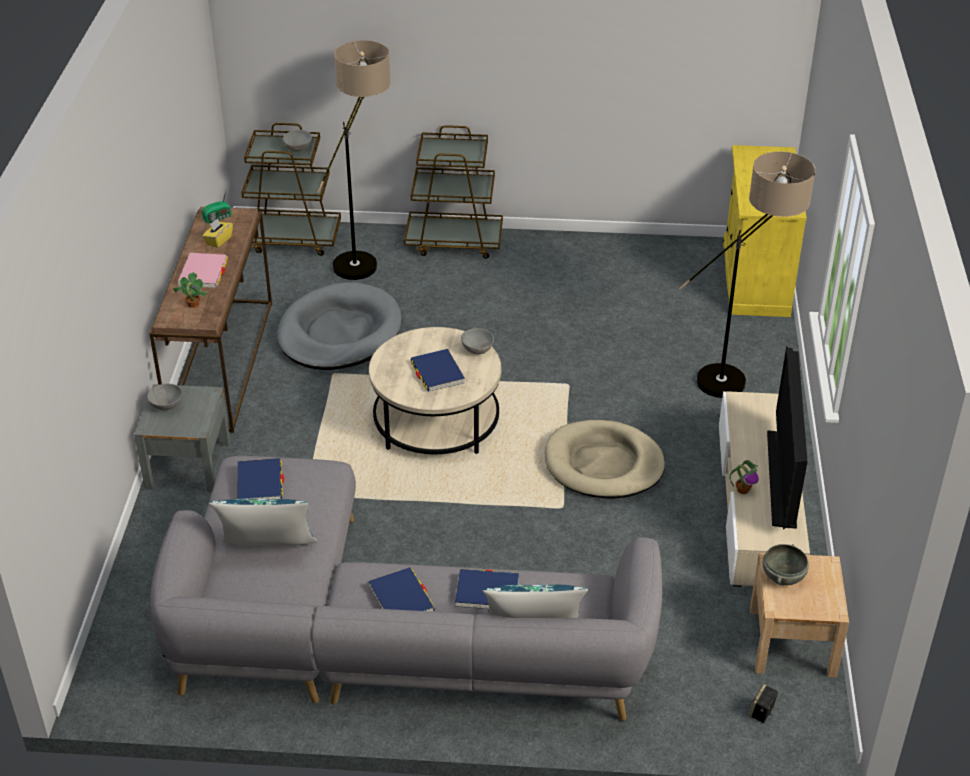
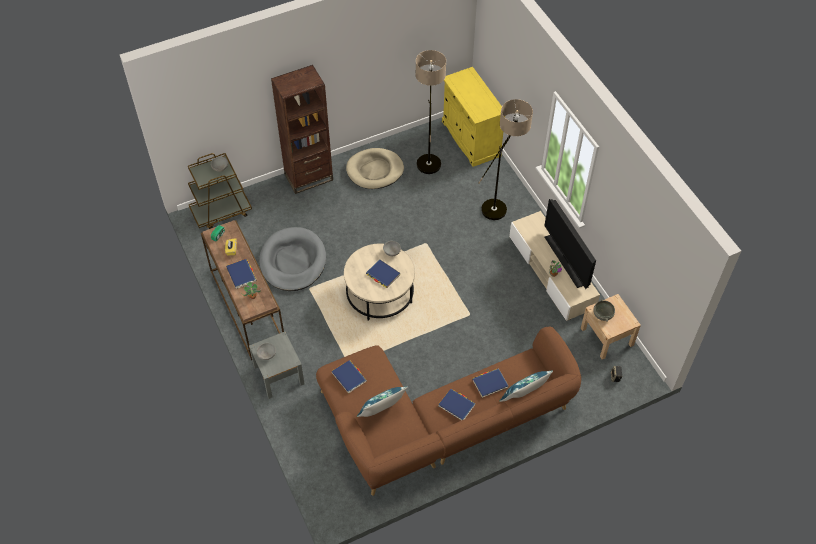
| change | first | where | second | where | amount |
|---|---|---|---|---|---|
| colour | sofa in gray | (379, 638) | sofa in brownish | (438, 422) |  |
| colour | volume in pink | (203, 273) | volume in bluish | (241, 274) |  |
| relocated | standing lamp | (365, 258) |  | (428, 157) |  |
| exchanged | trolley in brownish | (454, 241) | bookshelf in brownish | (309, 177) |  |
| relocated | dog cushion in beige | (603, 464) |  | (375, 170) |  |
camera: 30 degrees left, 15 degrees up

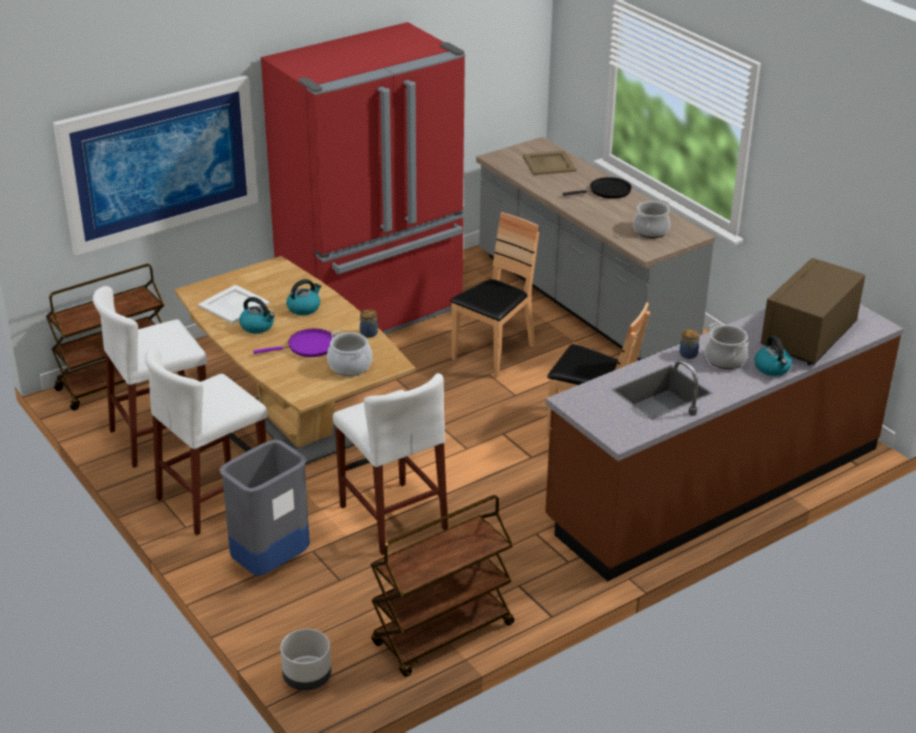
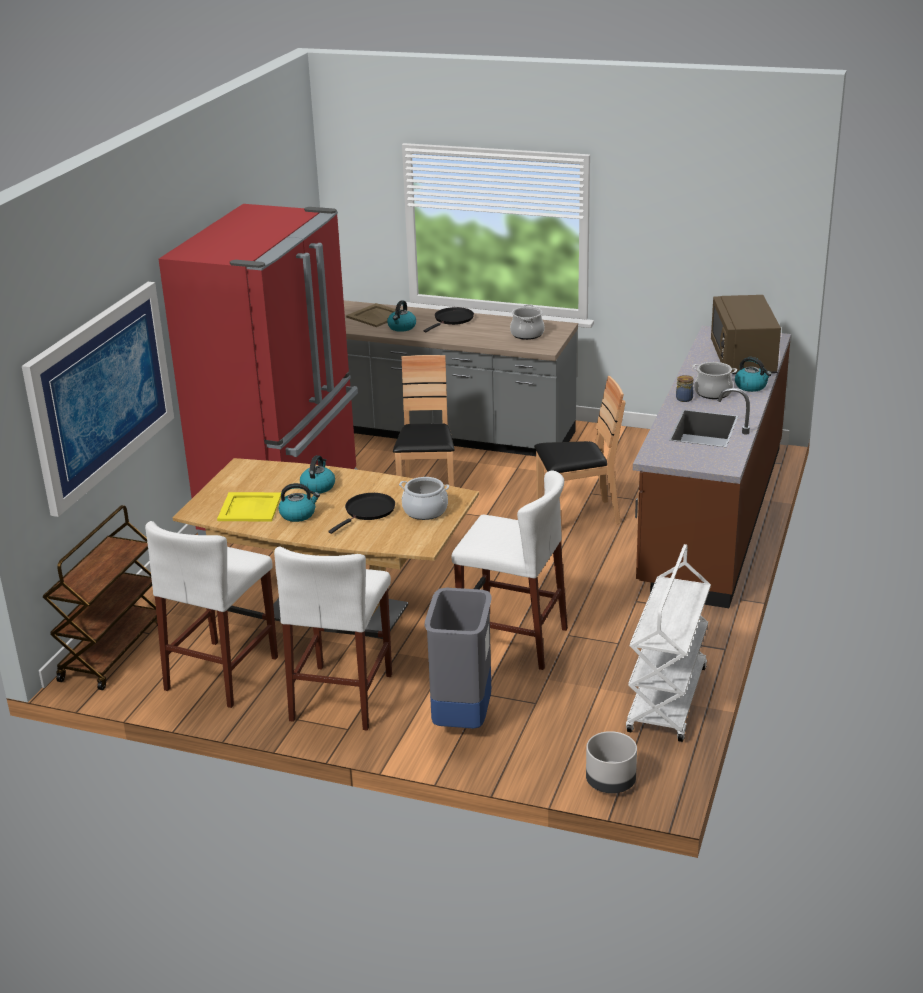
| change | first | where | second | where | amount |
|---|---|---|---|---|---|
| colour | tray in white-coloured | (233, 305) | tray in yellow | (249, 508) |  |
| colour | skillet in purple | (308, 347) | skillet in blackish | (368, 511) |  |
| missing | jar | (369, 334) |  |  |  |
| colour | trolley in brownish | (443, 635) | trolley in white-coloured | (668, 700) |  |
| appeared |  |  | water kettle | (402, 327) |  |
camera: 35 degrees left, 5 degrees down

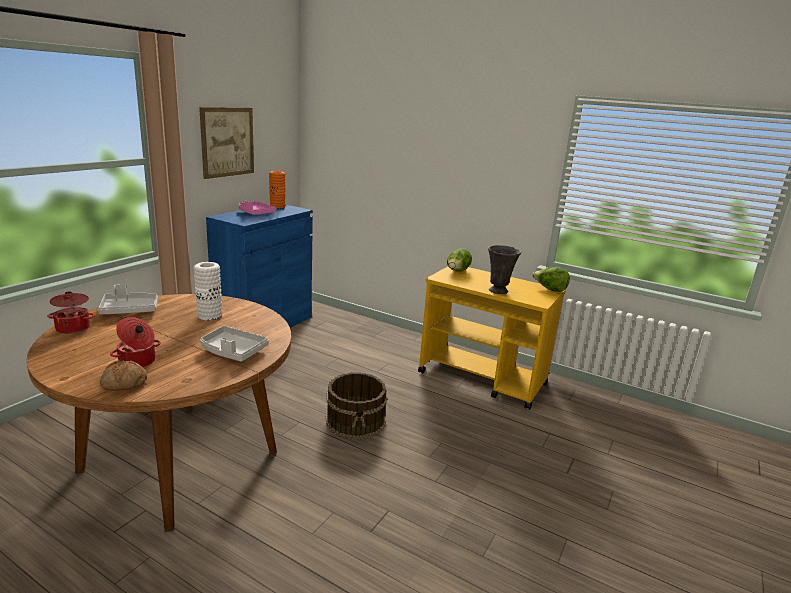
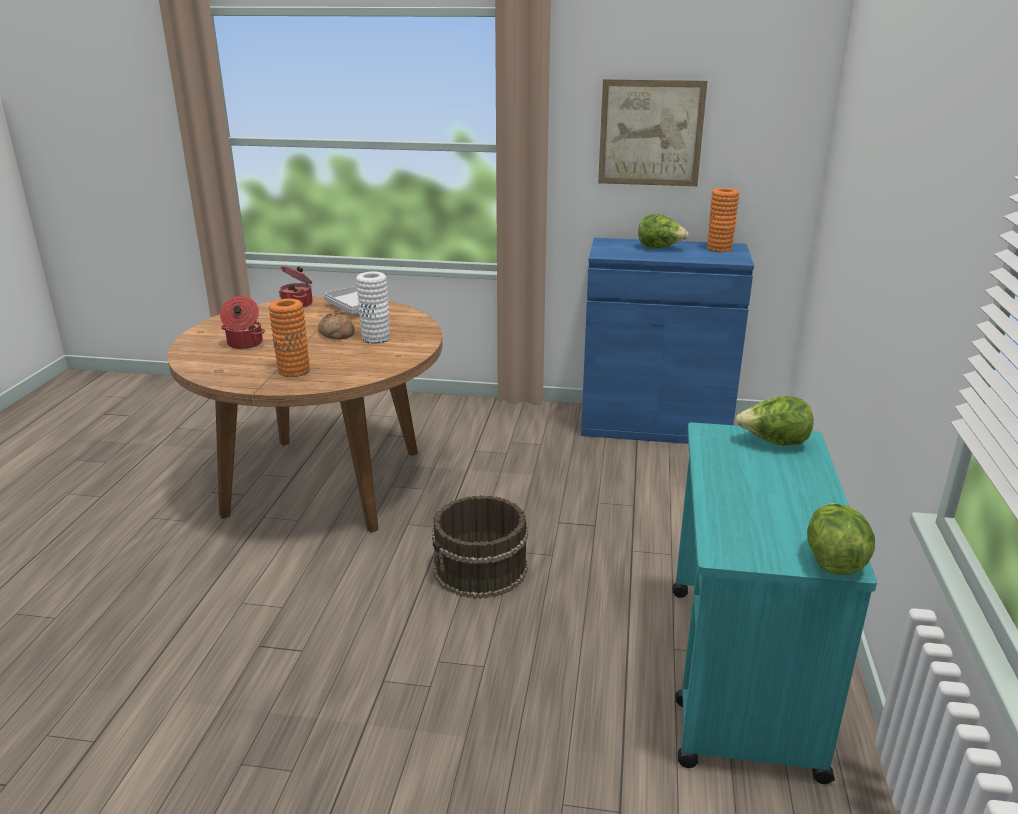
| change | first | where | second | where | amount |
|---|---|---|---|---|---|
| relocated | baked bread | (124, 383) |  | (336, 334) |  |
| exchanged | tray in gray | (233, 351) | flower vase in orangey | (293, 371) |  |
| exchanged | tray in pink | (255, 213) | lettuce | (660, 248) |  |
| colour | trolley in yellow | (483, 379) | trolley in turquoise | (740, 677) |  |
| missing | flower vase in gray | (498, 291) |  |  |  |
camera: 70 degrees right, 5 degrees up

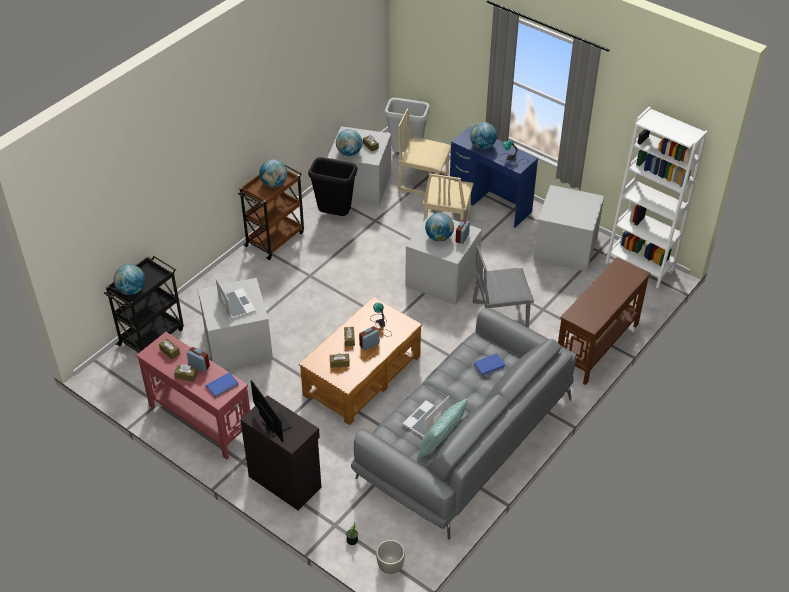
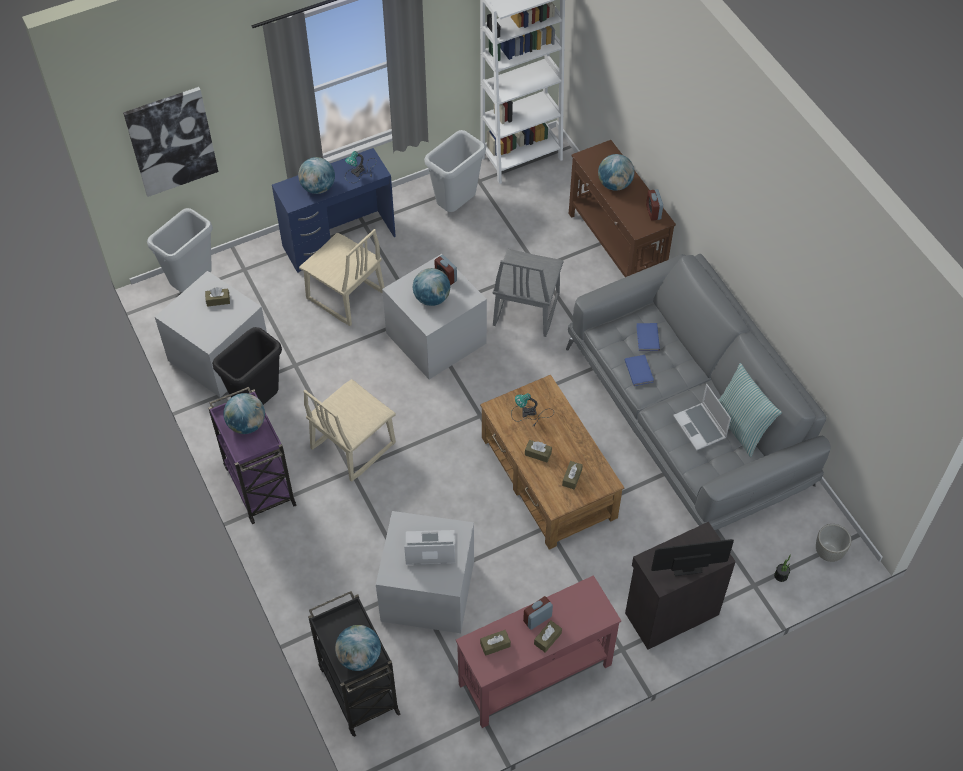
| change | first | where | second | where | amount |
|---|---|---|---|---|---|
| relocated | volume in bluish | (223, 386) |  | (639, 370) |  |
| colour | trolley in brownish | (275, 238) | trolley in purple | (259, 484) |  |
| relocated | world globe | (349, 153) |  | (614, 184) |  |
| relocated | alarm clock | (369, 344) |  | (653, 212) |  |
| relocated | plain chair in beige | (423, 181) |  | (352, 445) |  |
| exchanged | storage container in gray | (566, 247) | rubbish bin in gray | (456, 205) |  |
| appeared |  |  | picture | (171, 141) |  |
camera: 65 degrees left, 10 degrees up

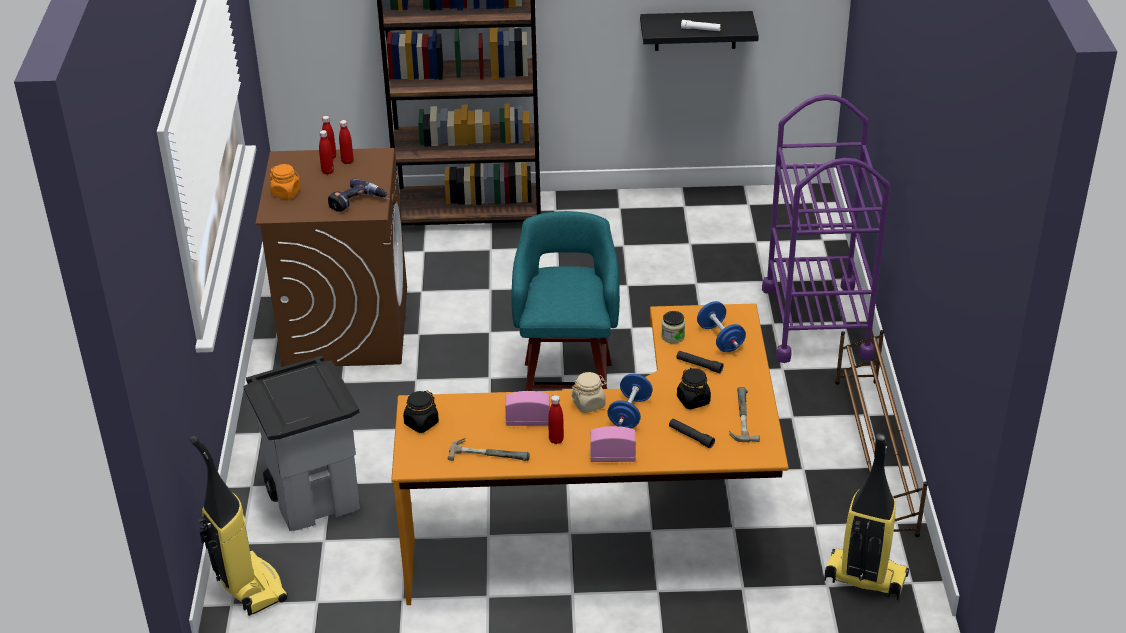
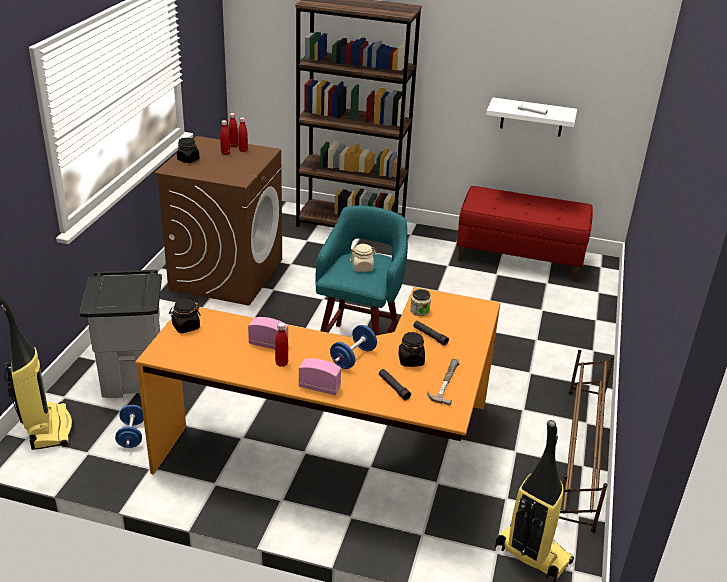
| change | first | where | second | where | amount |
|---|---|---|---|---|---|
| colour | jar in orangey | (286, 193) | jar in blackish | (188, 160) |  |
| missing | electric drill | (357, 203) |  |  |  |
| missing | hand hammer | (489, 452) |  |  |  |
| relocated | jar in beige | (589, 404) |  | (362, 267) |  |
| colour | wall shelf in blackish | (695, 30) | wall shelf in white-coloured | (532, 117) |  |
| relocated | free weight in bluish | (720, 339) |  | (131, 435) |  |
| missing | trolley in purple | (816, 322) |  |  |  |
| appeared |  |  | indoor bench in red-coloured | (519, 258) |  |
camera: 15 degrees right, 5 degrees down

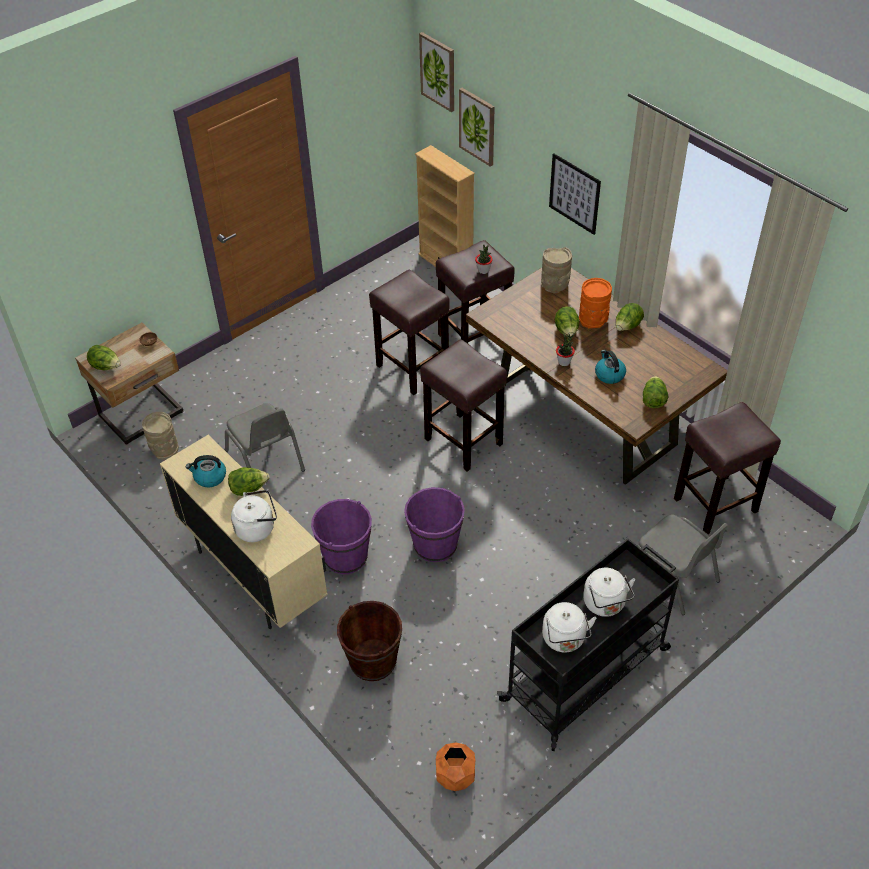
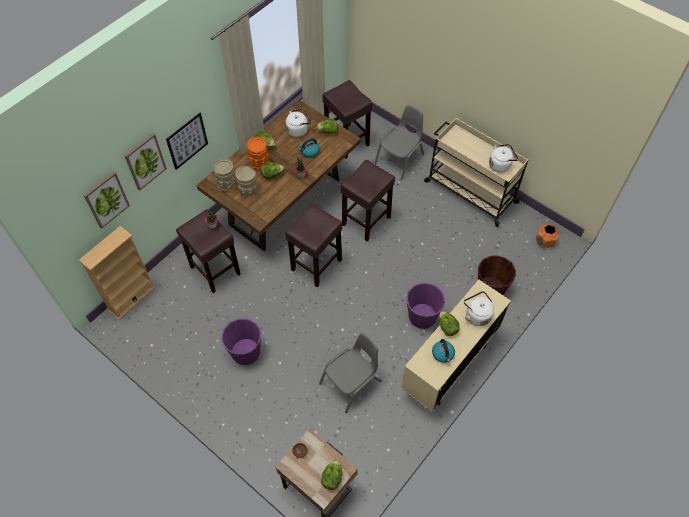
| change | first | where | second | where | amount |
|---|---|---|---|---|---|
| relocated | flower vase in beige | (164, 449) |  | (248, 191) |  |
| relocated | stool seat in brownish | (411, 368) |  | (366, 221) |  |
| relocated | pail in purple | (435, 545) |  | (245, 352) |  |
| relocated | picture | (438, 71) |  | (145, 161) |  |
| colour | trolley in blackish | (587, 673) | trolley in beige | (469, 191) |  |
| relocated | water kettle in white-coloured | (605, 604) |  | (298, 130) |  |
camera: 100 degrees left, 10 degrees up

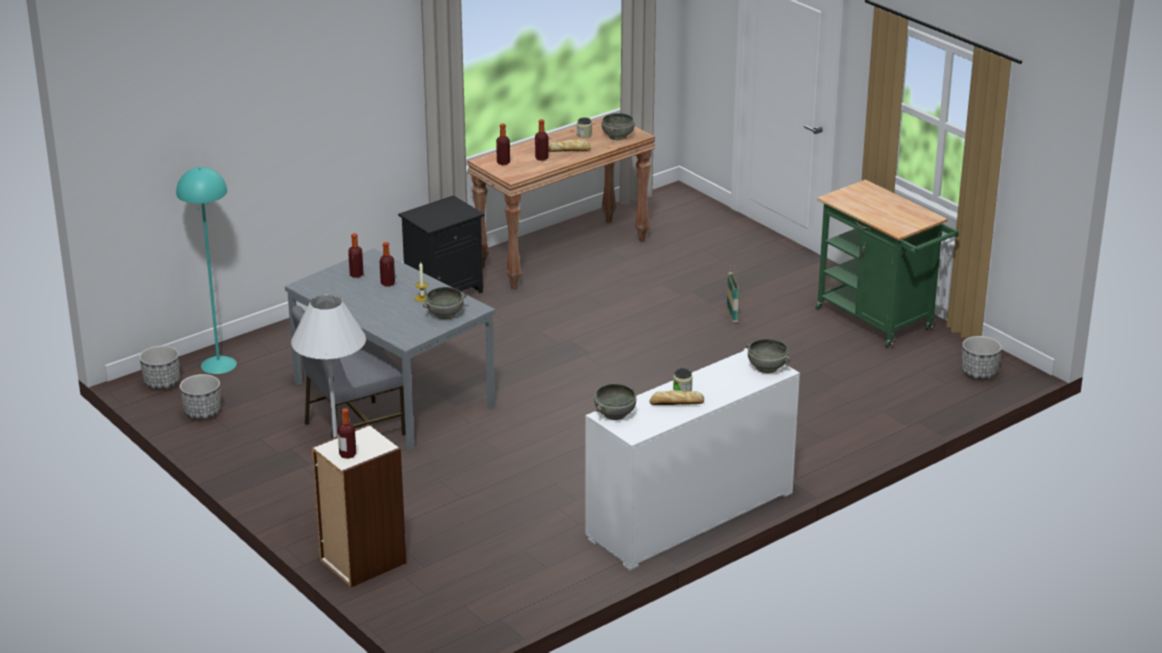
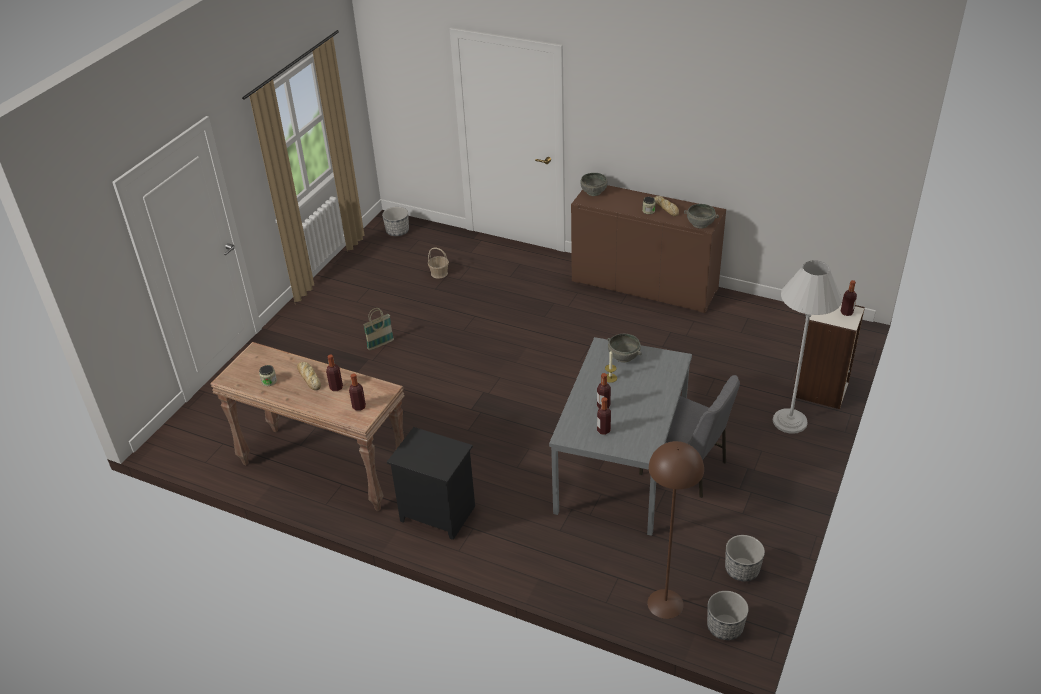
| change | first | where | second | where | amount |
|---|---|---|---|---|---|
| colour | standing lamp in turquoise | (219, 365) | standing lamp in brownish | (665, 603) |  |
| colour | cabinet in white-coloured | (690, 515) | cabinet in brownish | (644, 285) |  |
| missing | serving bowl in gray | (618, 136) |  |  |  |
| missing | trolley in greenish | (879, 322) |  |  |  |
| appeared |  |  | storage basket | (439, 273) |  |
camera: 115 degrees left, 10 degrees up

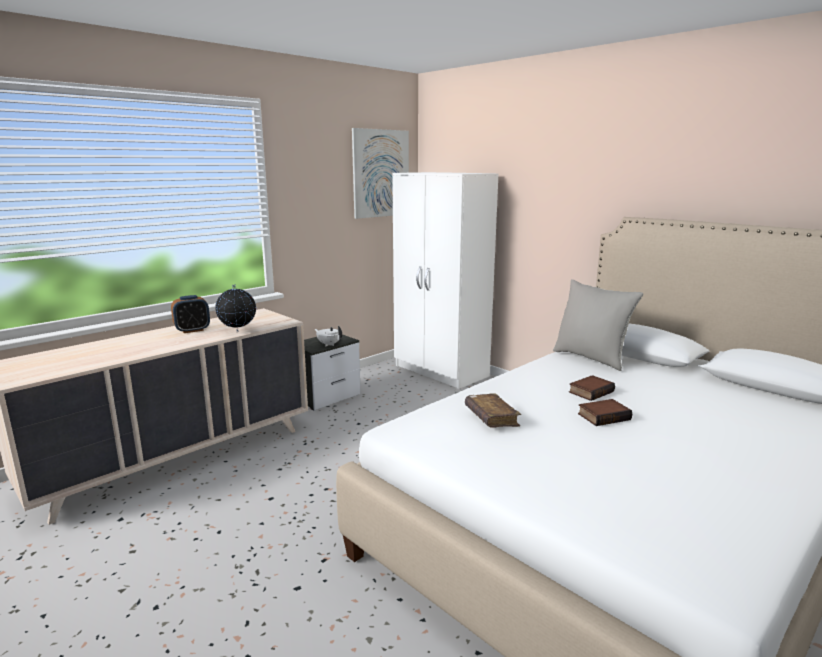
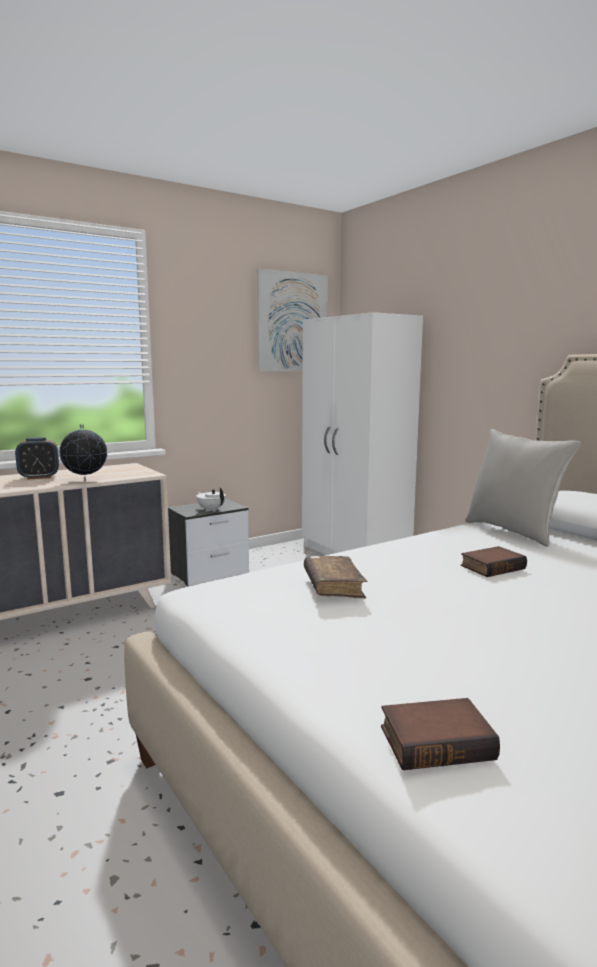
| change | first | where | second | where | amount |
|---|---|---|---|---|---|
| relocated | volume | (603, 416) |  | (437, 740) |  |
camera: 10 degrees right, 5 degrees down

